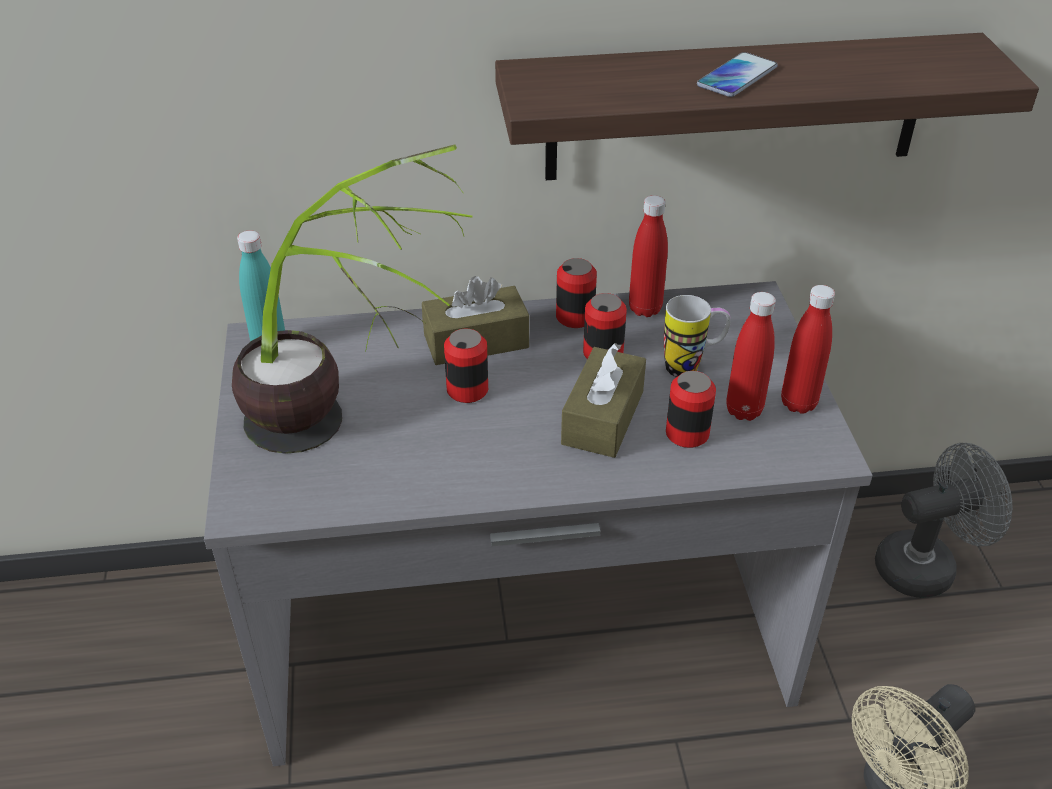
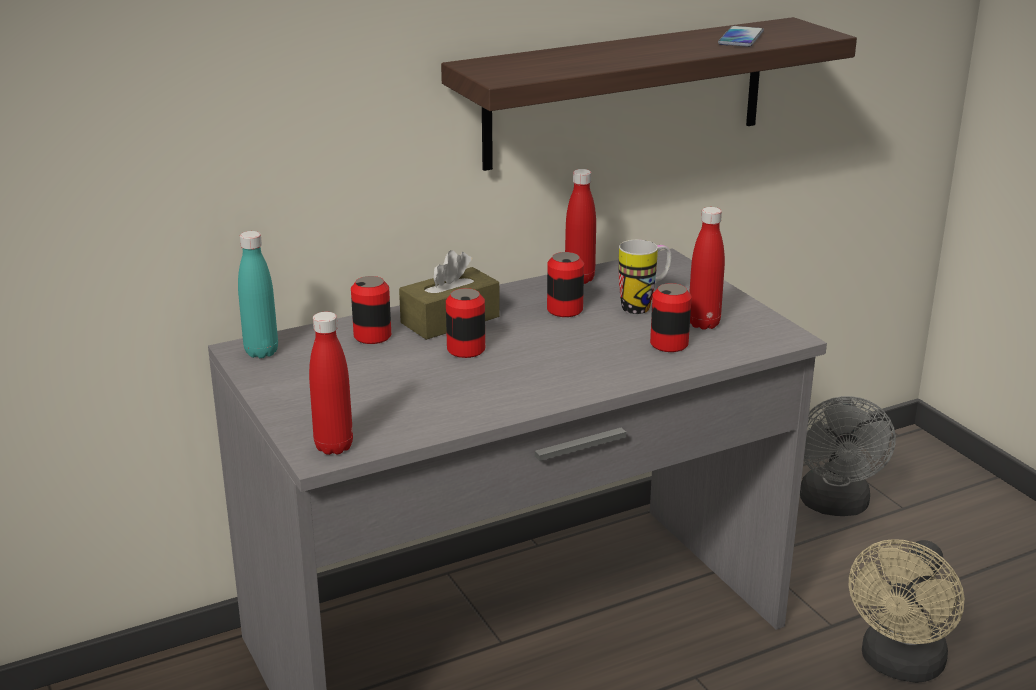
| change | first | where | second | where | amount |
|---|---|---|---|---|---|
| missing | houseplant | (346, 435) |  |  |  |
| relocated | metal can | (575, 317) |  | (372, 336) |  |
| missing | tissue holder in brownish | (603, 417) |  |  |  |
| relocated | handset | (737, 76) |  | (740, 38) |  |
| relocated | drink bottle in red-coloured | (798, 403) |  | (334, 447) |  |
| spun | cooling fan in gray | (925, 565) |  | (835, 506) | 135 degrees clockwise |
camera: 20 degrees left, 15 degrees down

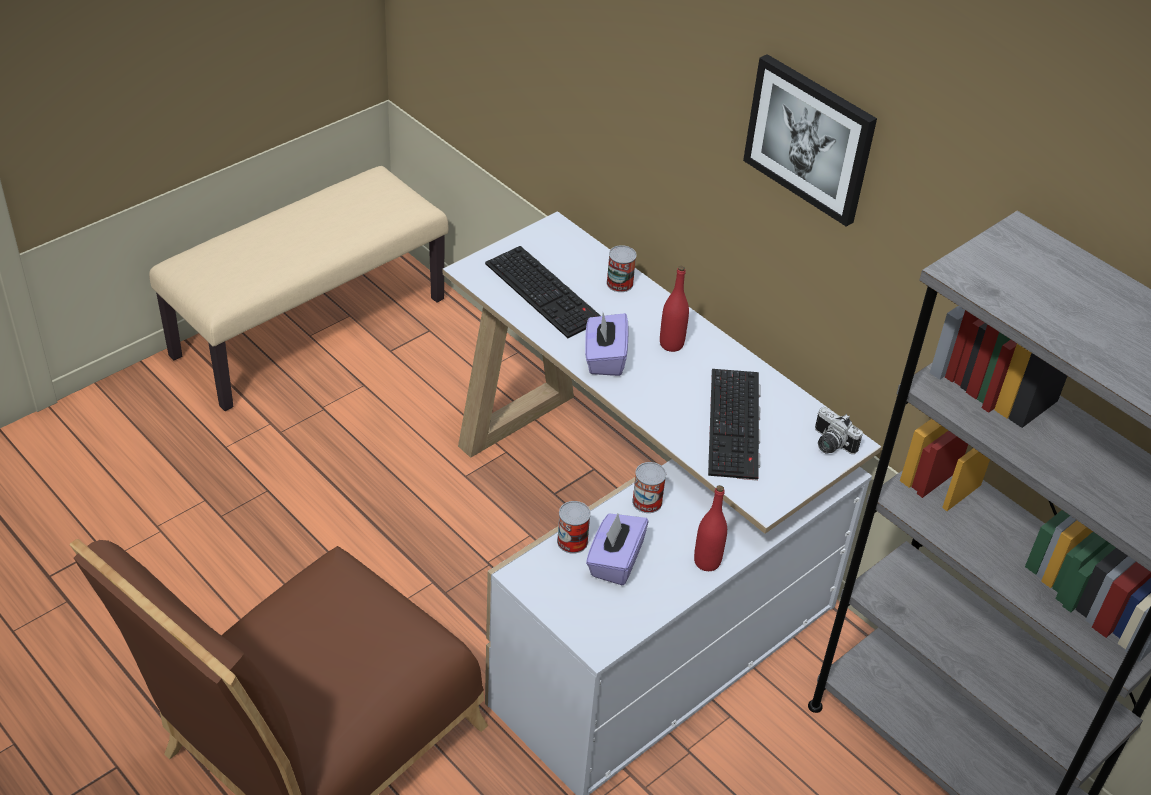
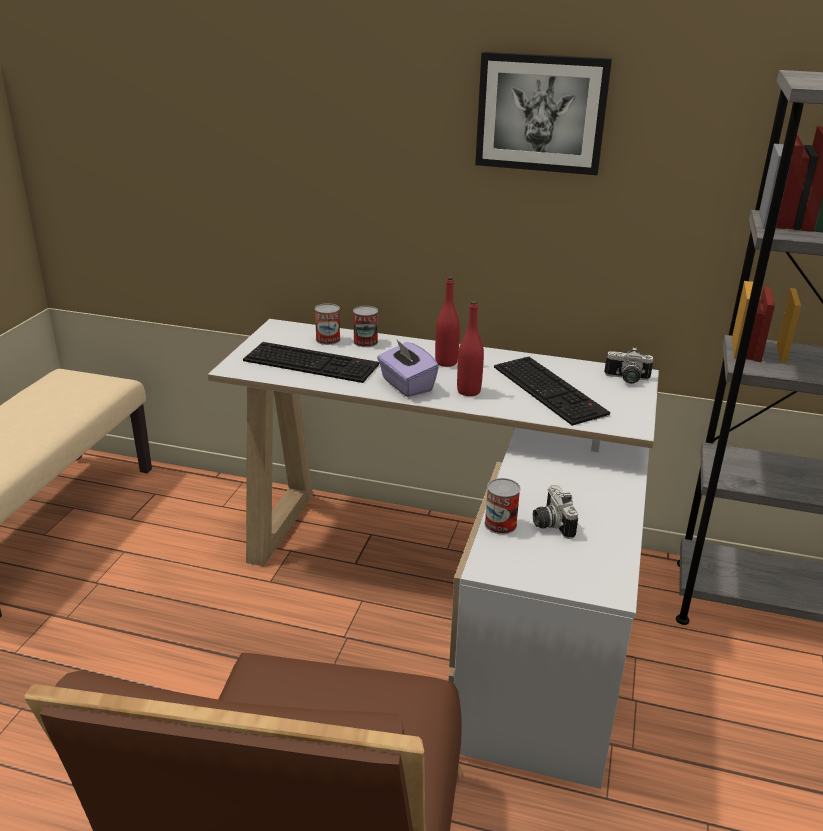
| change | first | where | second | where | amount |
|---|---|---|---|---|---|
| exchanged | tissue holder in purple | (615, 561) | still camera | (550, 524) |  |
| relocated | metal can | (647, 502) |  | (328, 339) |  |
| relocated | drink bottle in red-coloured | (707, 562) |  | (468, 391) |  |
camera: 30 degrees left, 15 degrees down

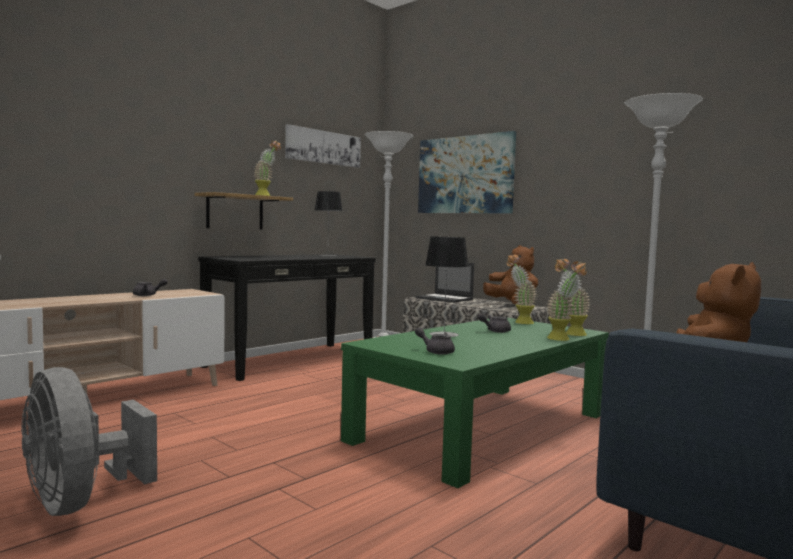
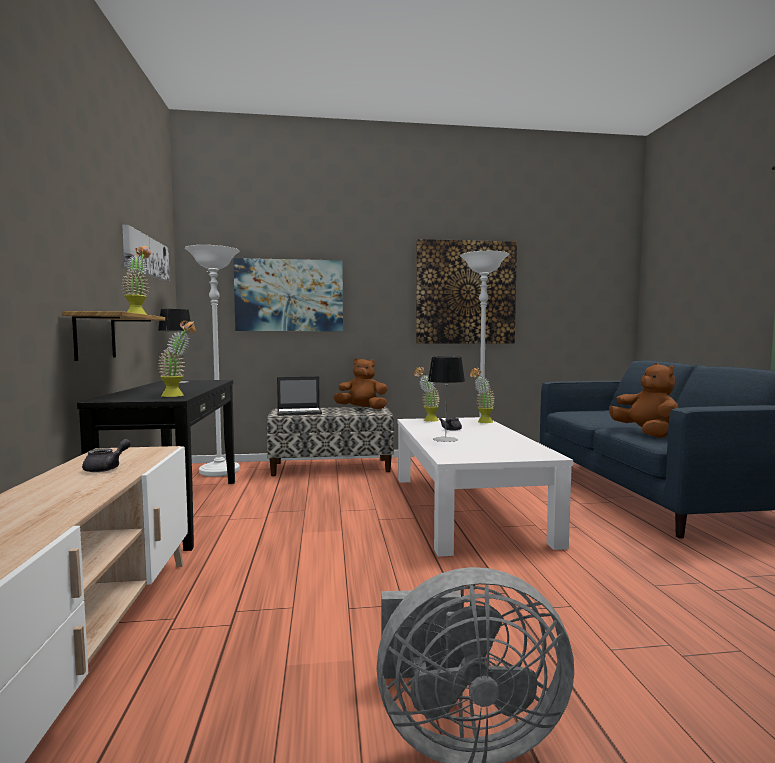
| change | first | where | second | where | amount |
|---|---|---|---|---|---|
| colour | low table in greenish | (482, 427) | low table in white-coloured | (466, 507) |  |
| missing | pot for tea in gray | (436, 351) |  |  |  |
| relocated | houseplant | (563, 339) |  | (178, 395) |  |
| appeared |  |  | picture | (465, 292) |  |
camera: 50 degrees left, 0 degrees up

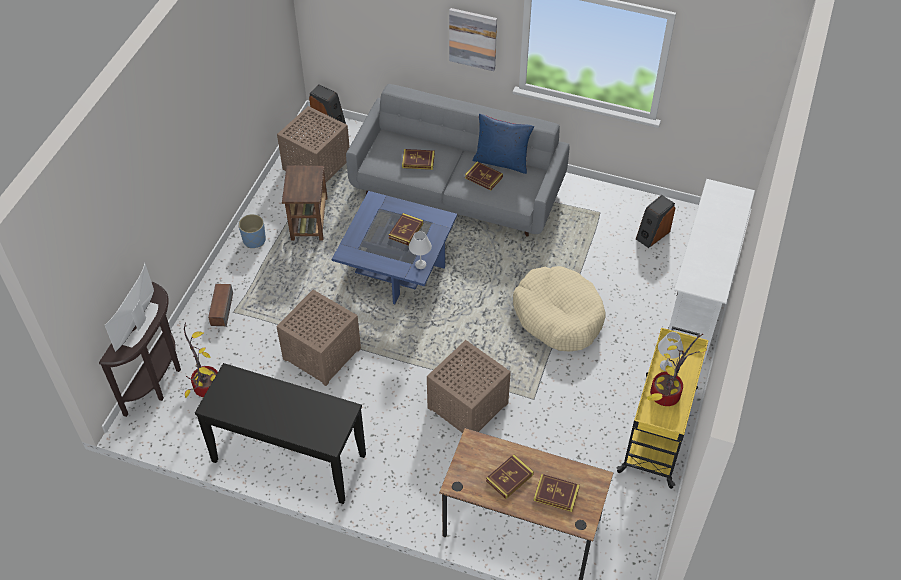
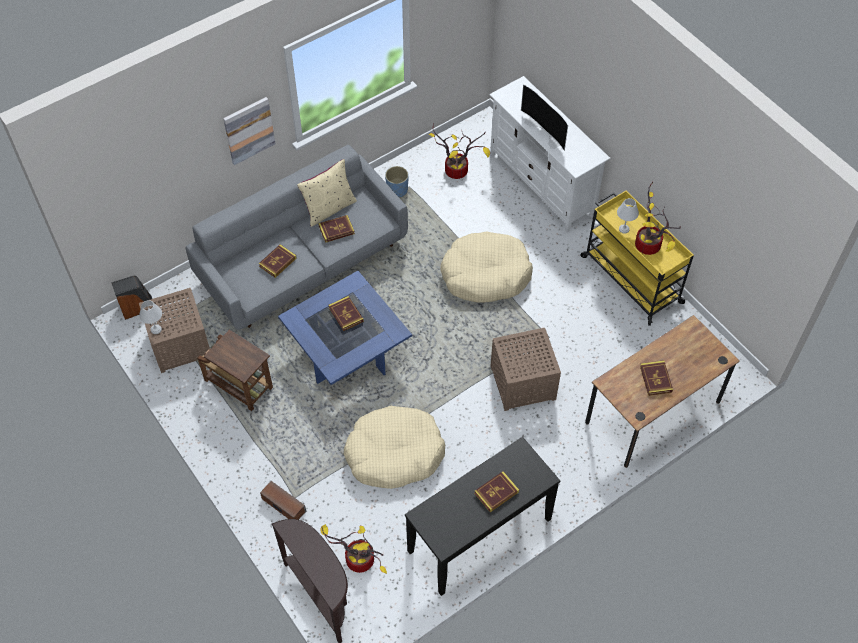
| change | first | where | second | where | amount |
|---|---|---|---|---|---|
| relocated | television | (140, 324) |  | (545, 131) |  |
| relocated | flower pot in bluish | (254, 240) |  | (397, 190) |  |
| exchanged | accent table in brownish | (323, 353) | dog cushion in beige | (394, 453) |  |
| relocated | table lamp in white-coloured | (420, 264) |  | (155, 330) |  |
| colour | pillow in bluish | (501, 161) | pillow in beige | (329, 208) |  |
| relocated | volume | (556, 494) |  | (496, 492) |  |
| exchanged | audio speaker | (652, 234) | houseplant | (458, 170) |  |
camera: 55 degrees left, 5 degrees up

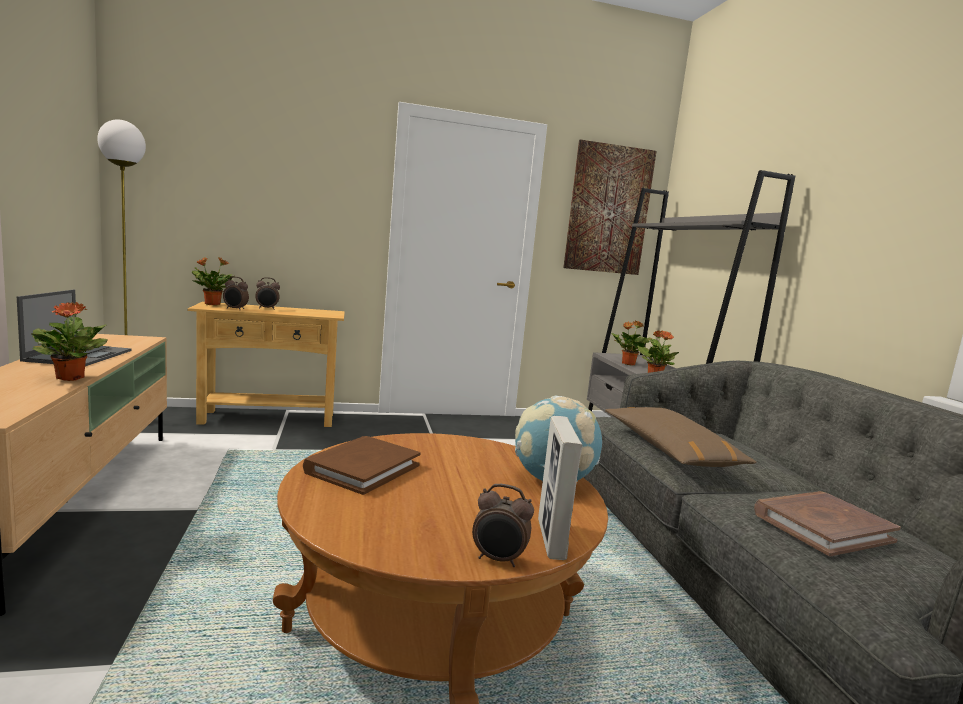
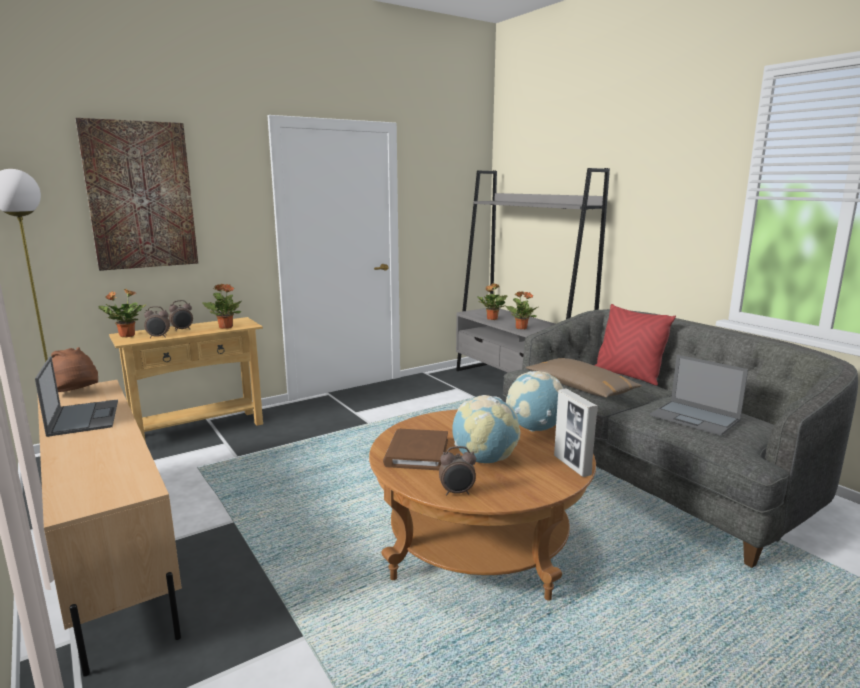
| change | first | where | second | where | amount |
|---|---|---|---|---|---|
| relocated | houseplant | (71, 378) |  | (226, 327) |  |
| relocated | alarm clock | (498, 560) |  | (457, 493) |  |
| relocated | picture | (608, 209) |  | (140, 196) |  |
| exchanged | volume in brownish | (822, 527) | portable computer | (695, 418) |  |
| appeared |  |  | clothing hat in brownish | (76, 394) |  |
| appeared |  |  | world globe | (484, 460) |  |
| appeared |  |  | pillow in red-coloured | (628, 376) |  |
camera: 20 degrees left, 5 degrees up

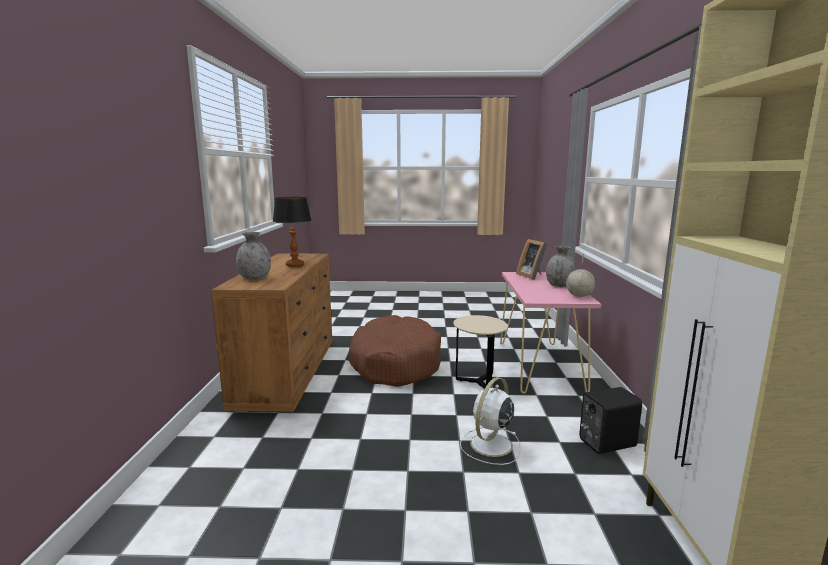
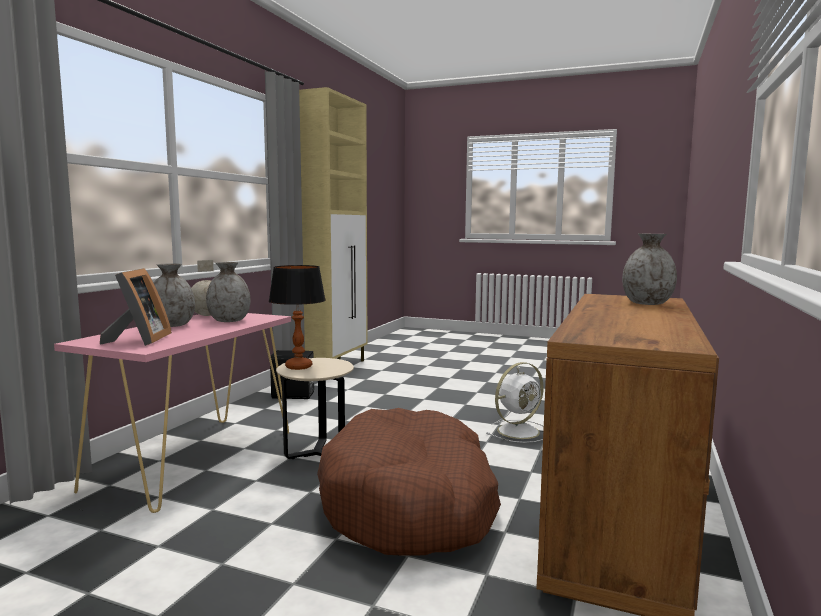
| change | first | where | second | where | amount |
|---|---|---|---|---|---|
| relocated | table lamp | (295, 265) |  | (298, 366) |  |
| relocated | cooling fan in white-coloured | (490, 445) |  | (519, 431) |  |
| appeared |  |  | flower vase in gray | (229, 321) |  |
camera: 160 degrees left, 5 degrees down

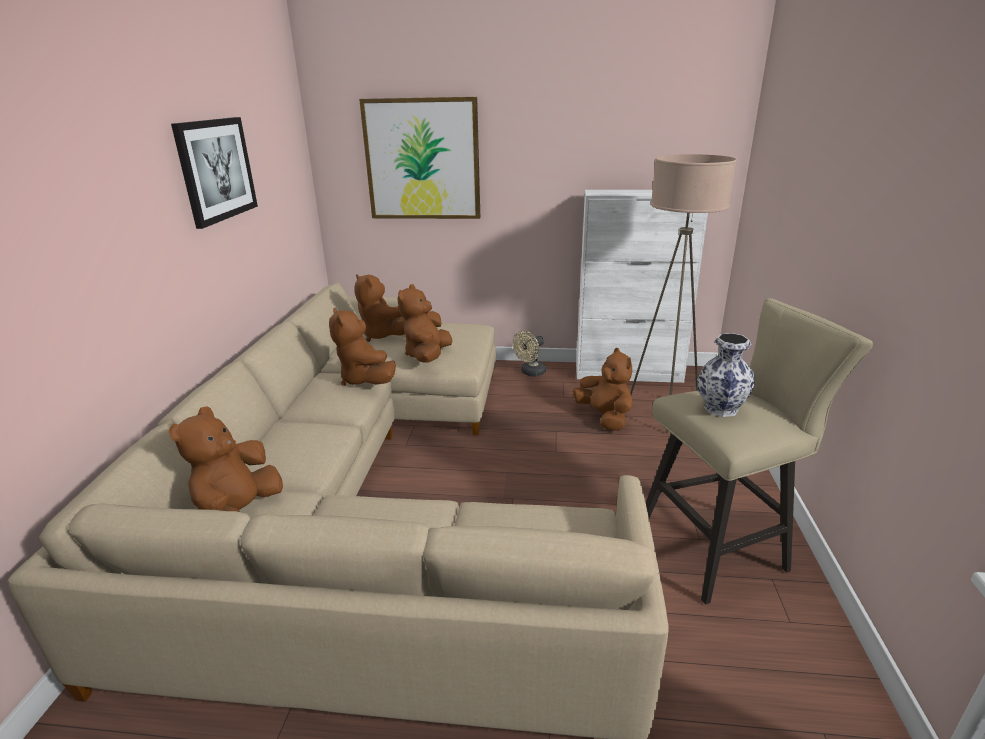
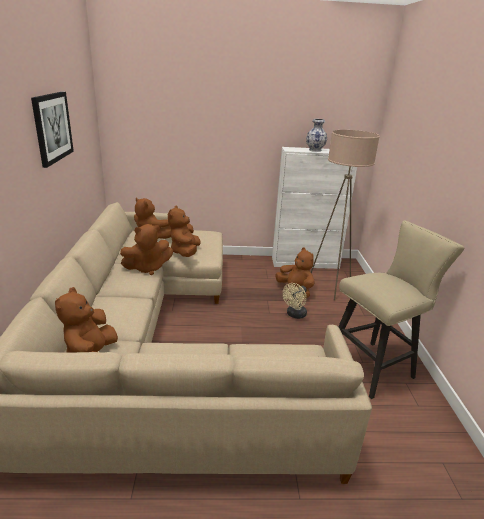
| change | first | where | second | where | amount |
|---|---|---|---|---|---|
| spun | plush toy in brownish | (365, 380) |  | (147, 268) | 75 degrees counterclockwise |
| missing | picture | (422, 160) |  |  |  |
| relocated | cooling fan in beige | (530, 373) |  | (294, 315) |  |
| relocated | flower vase | (720, 408) |  | (314, 150) |  |
camera: 10 degrees left, 0 degrees up

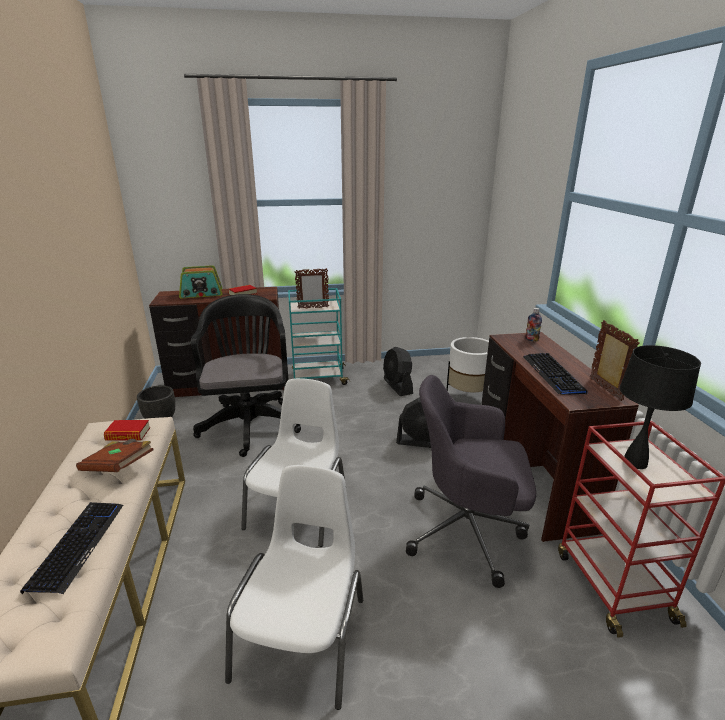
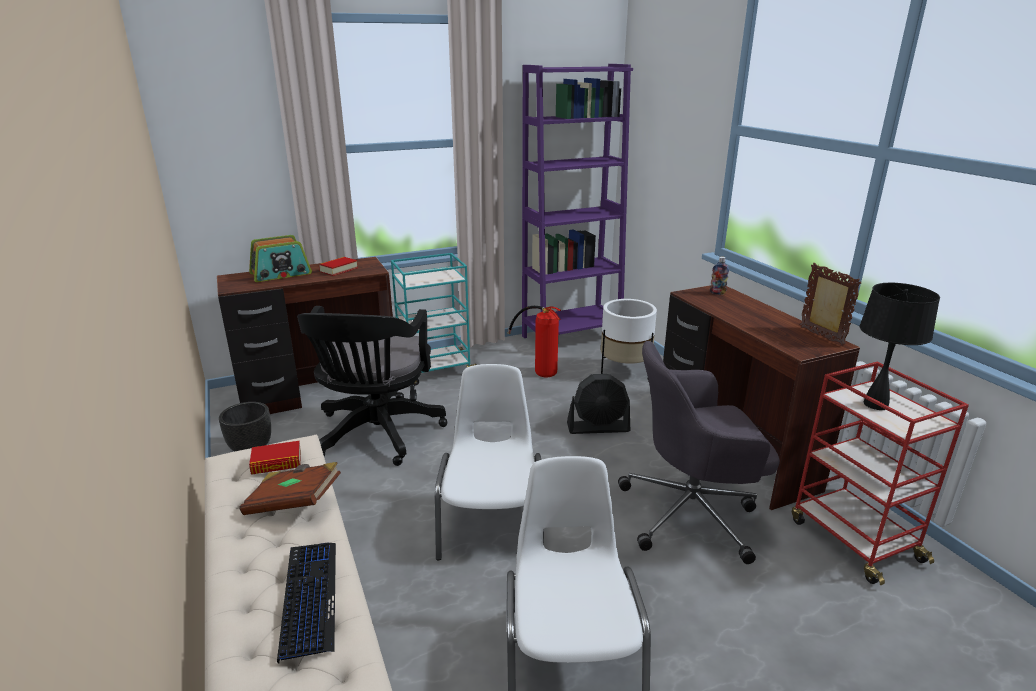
| change | first | where | second | where | amount |
|---|---|---|---|---|---|
| spun | computer chair in blackish | (250, 423) |  | (376, 435) | 150 degrees counterclockwise |
| missing | standing frame | (313, 308) |  |  |  |
| exchanged | cooling fan in blackish | (397, 386) | fire extinguisher | (538, 368) |  |
| missing | computer keyboard | (553, 374) |  |  |  |
| appeared |  |  | bookshelf in purple | (571, 338) |  |
camera: 15 degrees left, 0 degrees up

